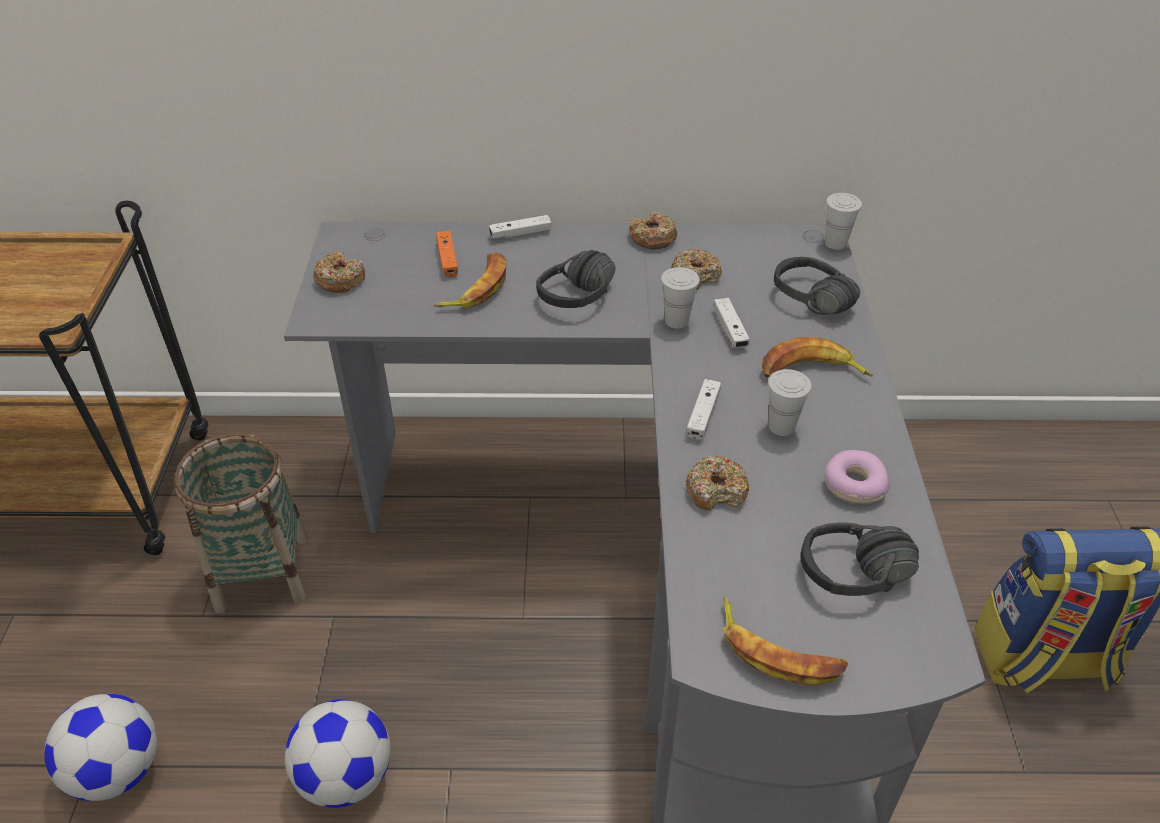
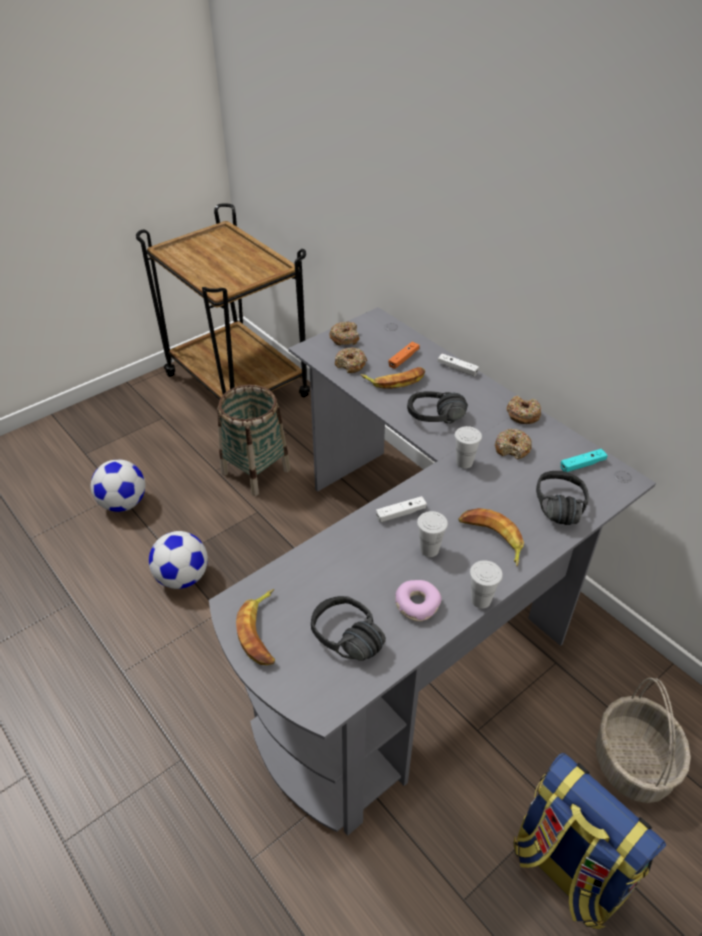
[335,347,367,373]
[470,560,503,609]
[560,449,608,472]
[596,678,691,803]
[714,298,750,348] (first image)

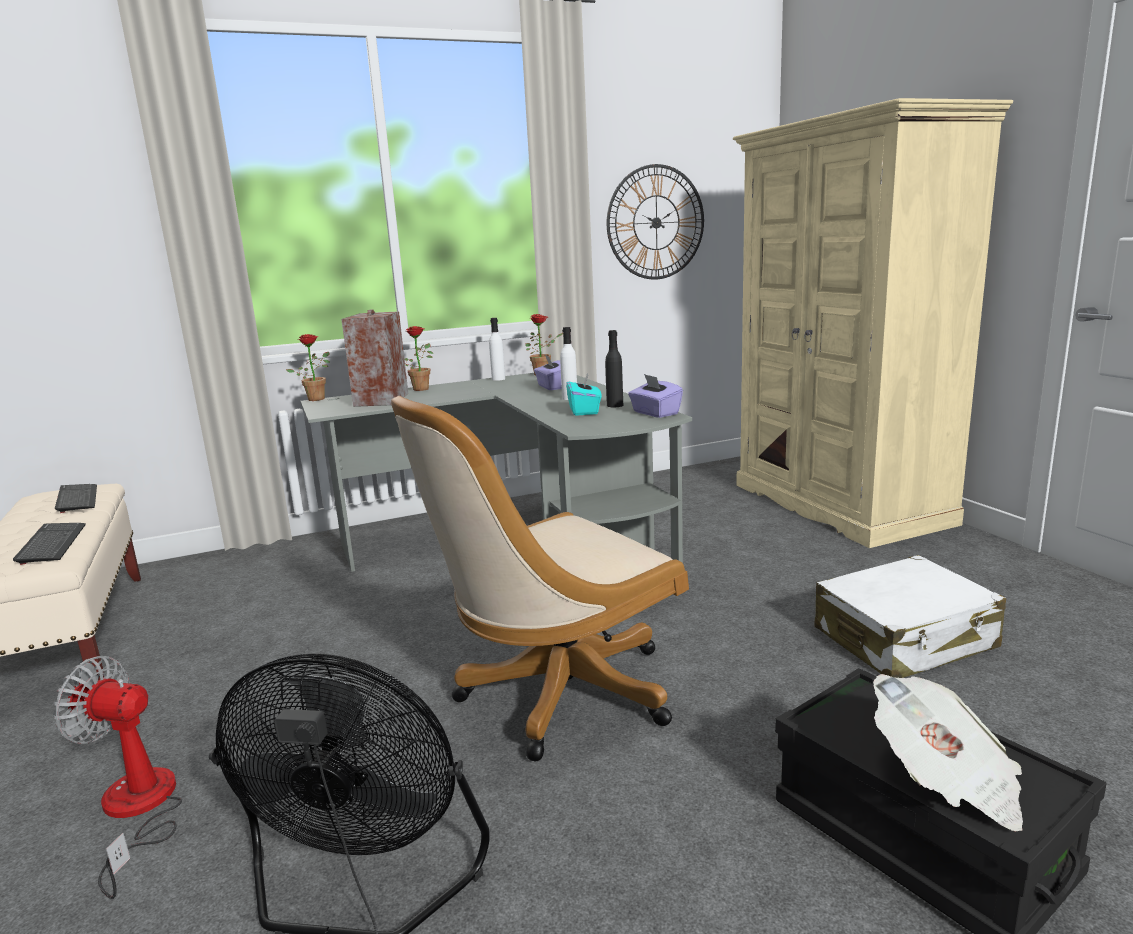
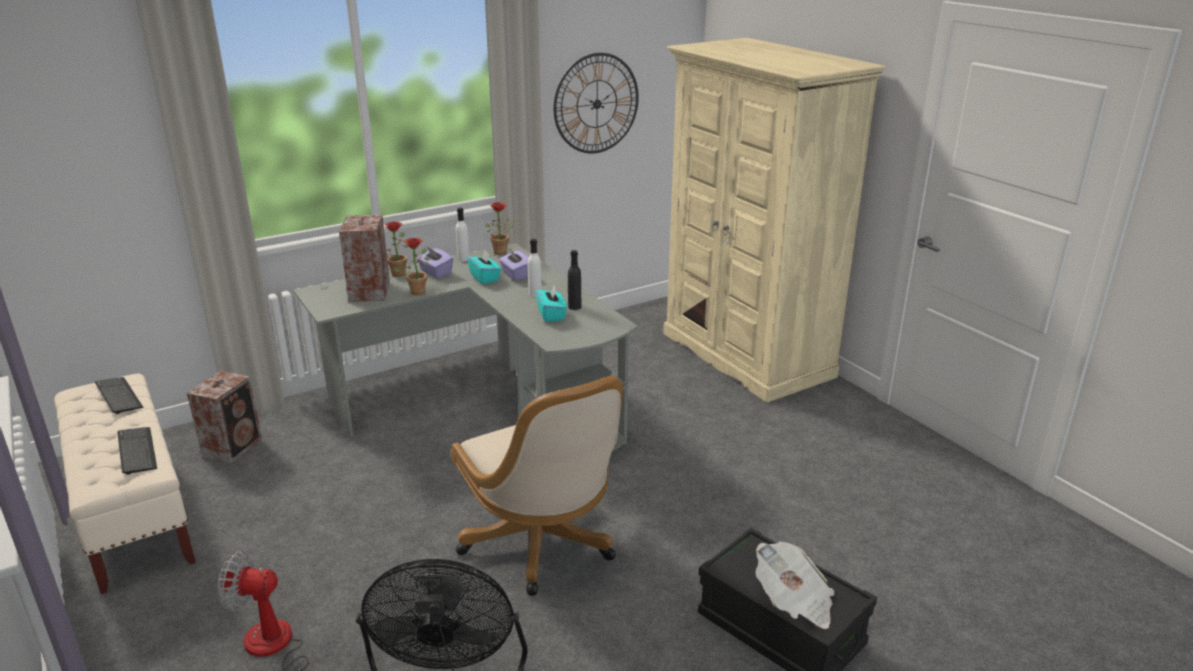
[187,370,262,463]
[394,238,430,295]
[417,247,453,278]
[451,376,623,596]
[467,250,501,284]
[814,555,1006,678] (first image)

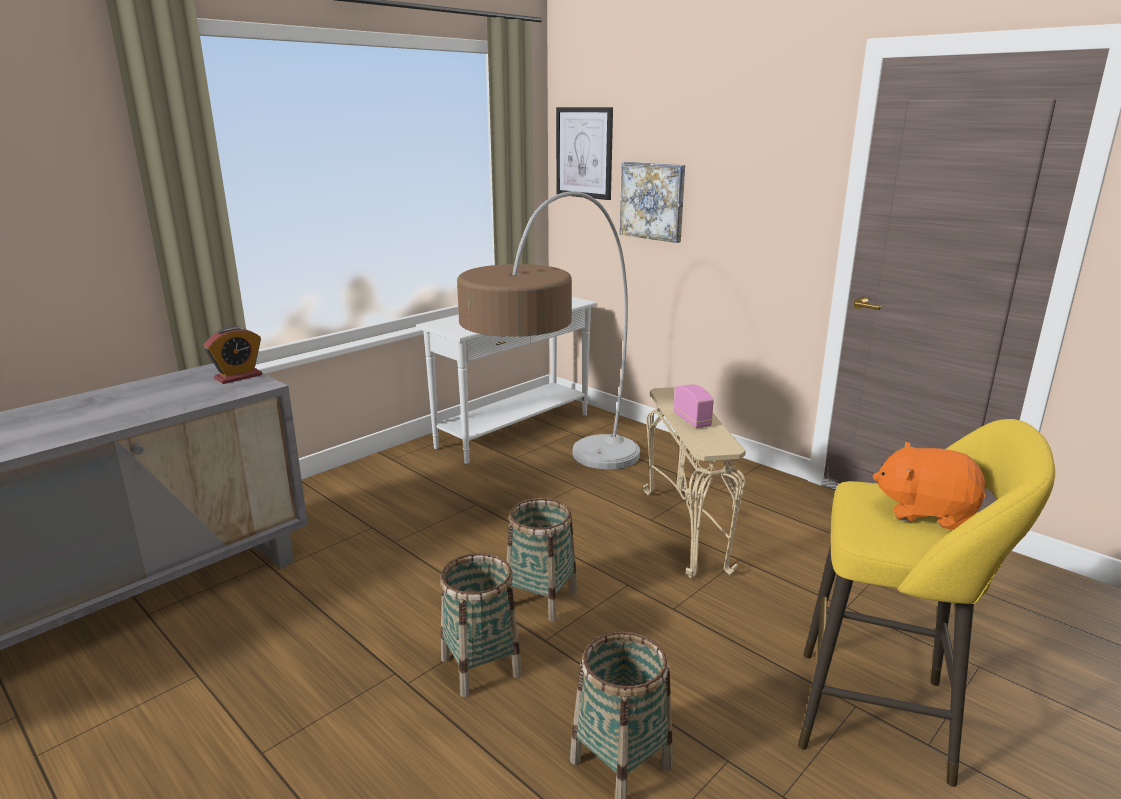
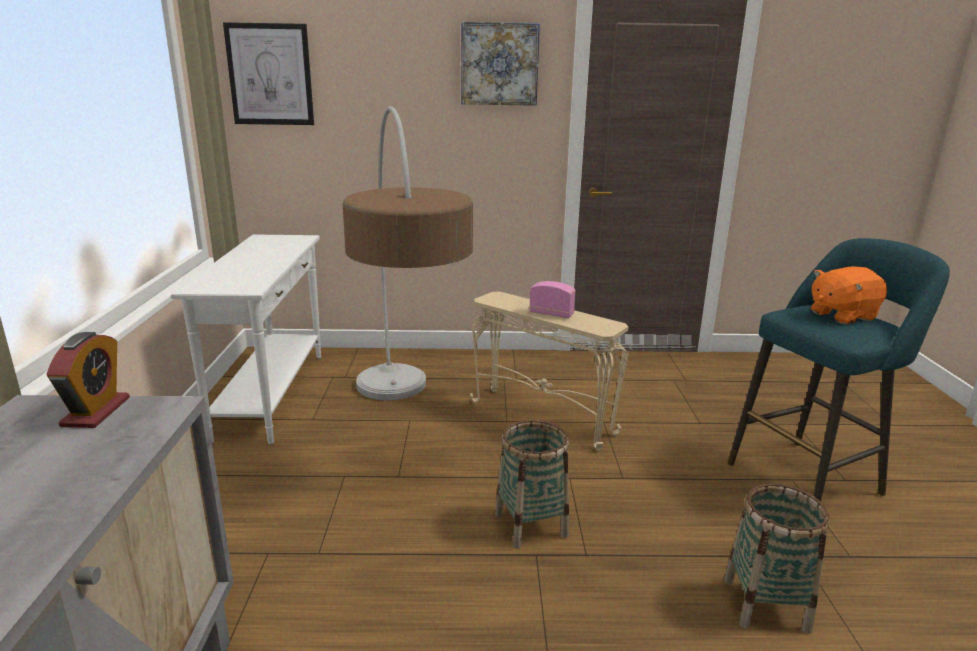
[461,22,540,106]
[728,238,950,501]
[440,553,522,697] (first image)

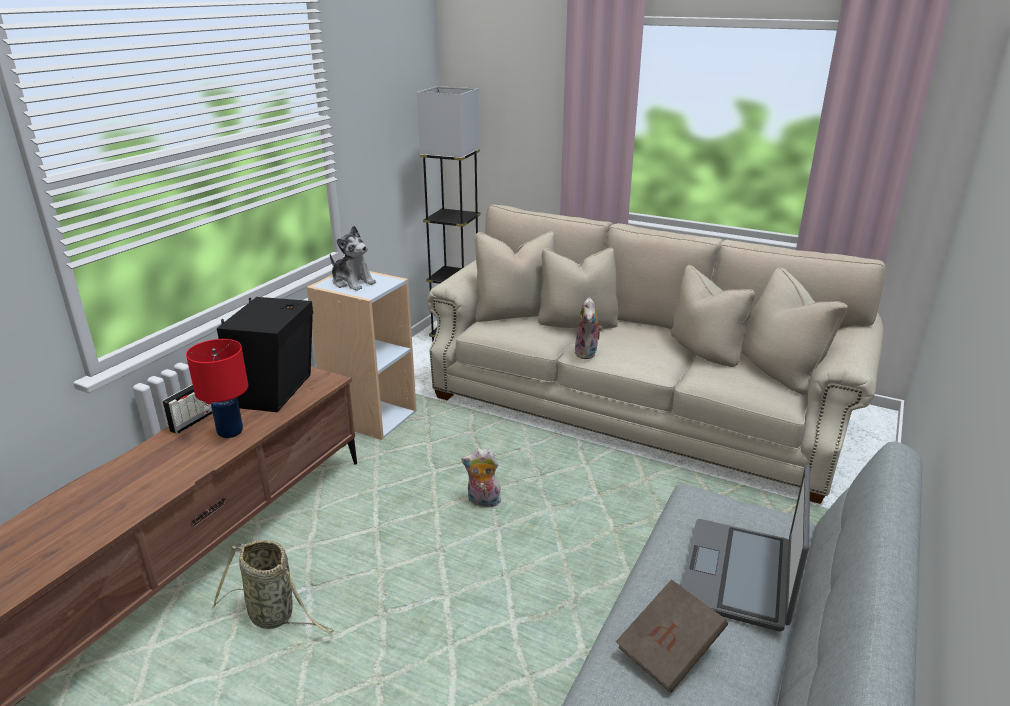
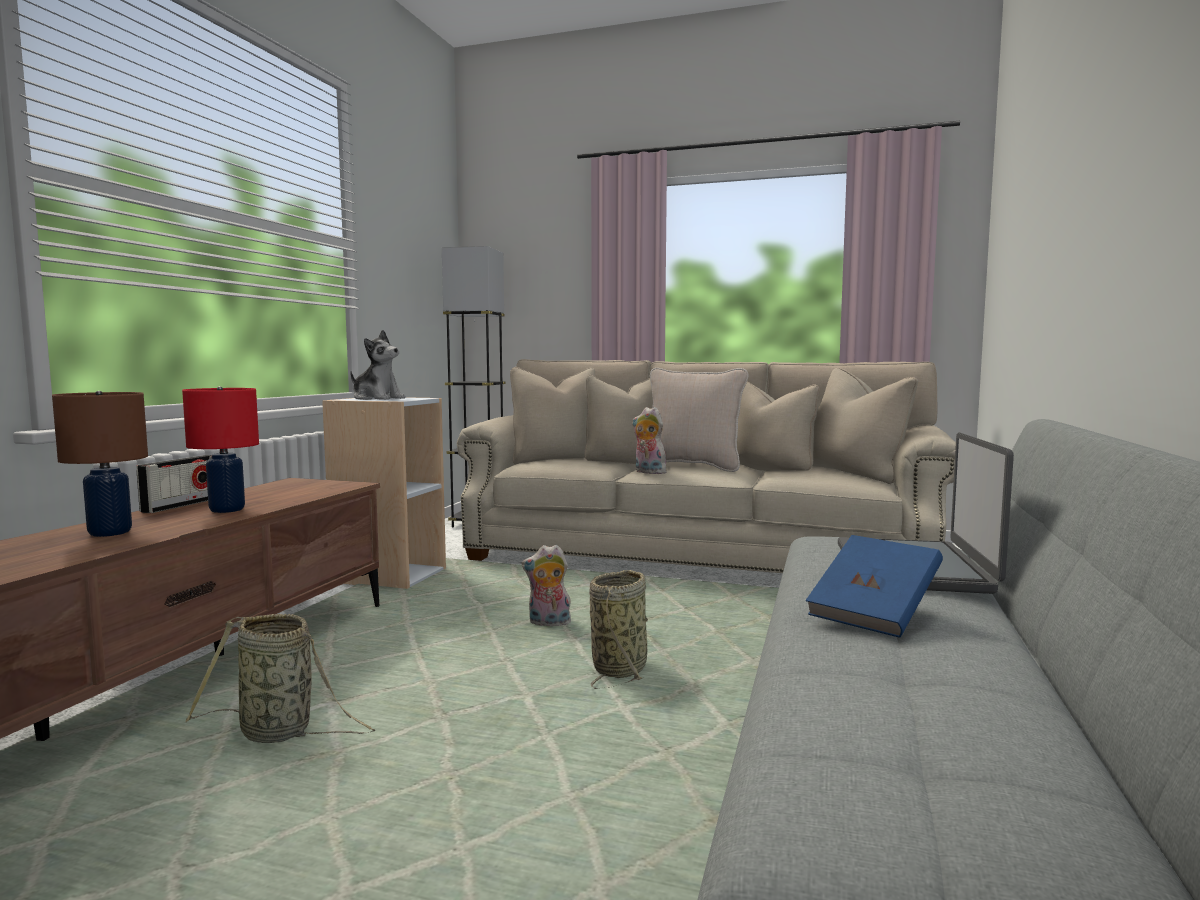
[52,391,148,537]
[589,570,648,689]
[632,407,667,474]
[650,368,749,472]
[806,535,943,638]
[217,297,313,412] (first image)

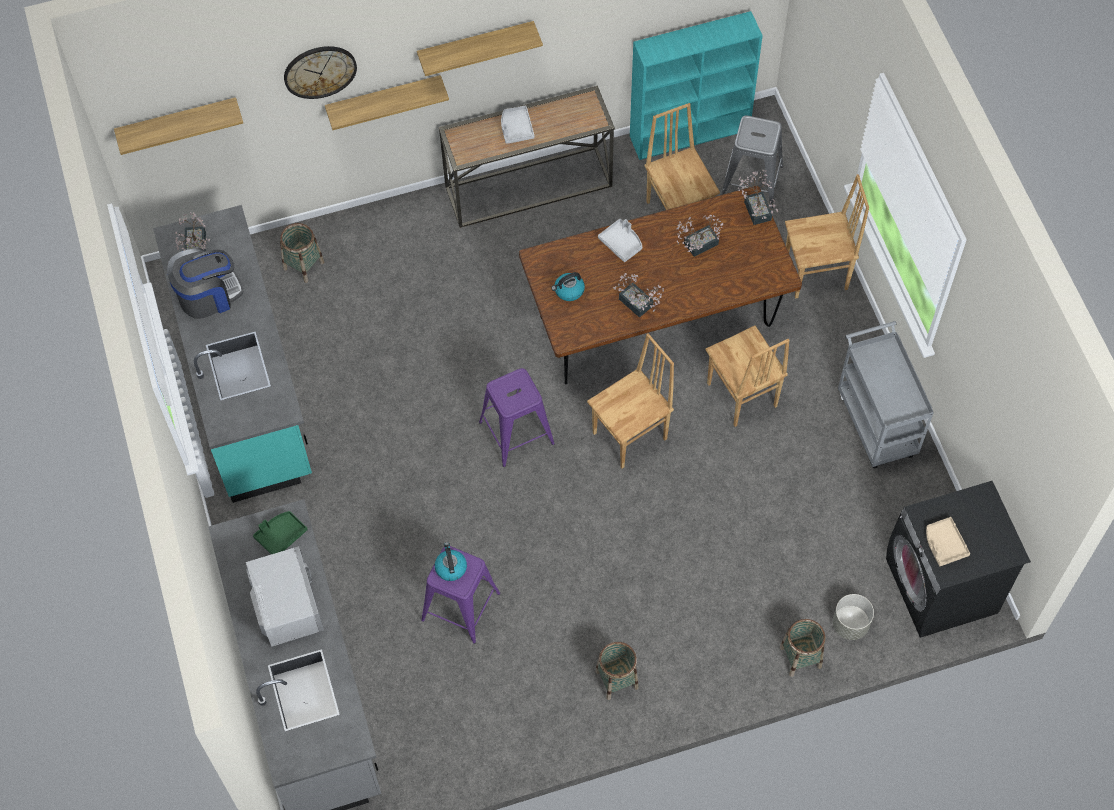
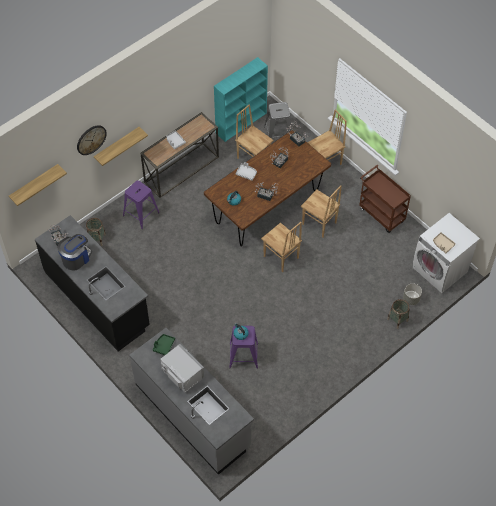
[35,215,150,351]
[123,181,160,229]
[261,222,302,272]
[359,165,411,233]
[412,213,480,293]
[417,21,543,76] (first image)
[595,642,639,700] (first image)

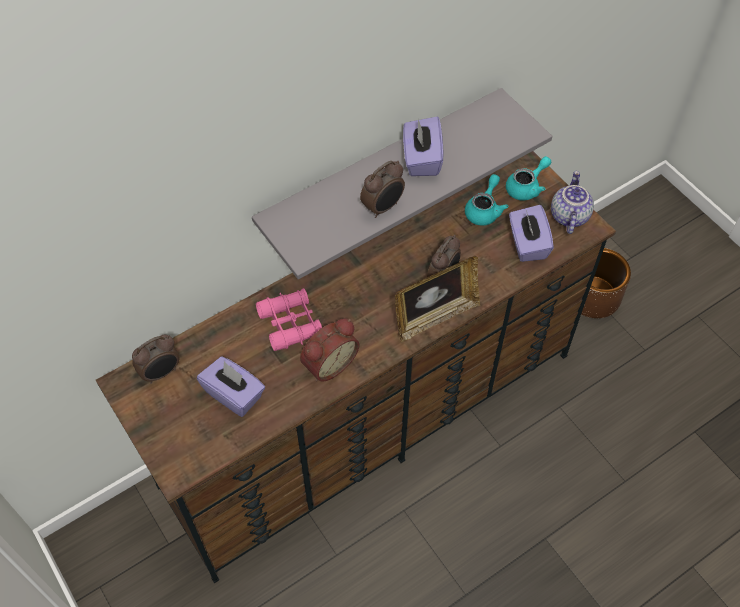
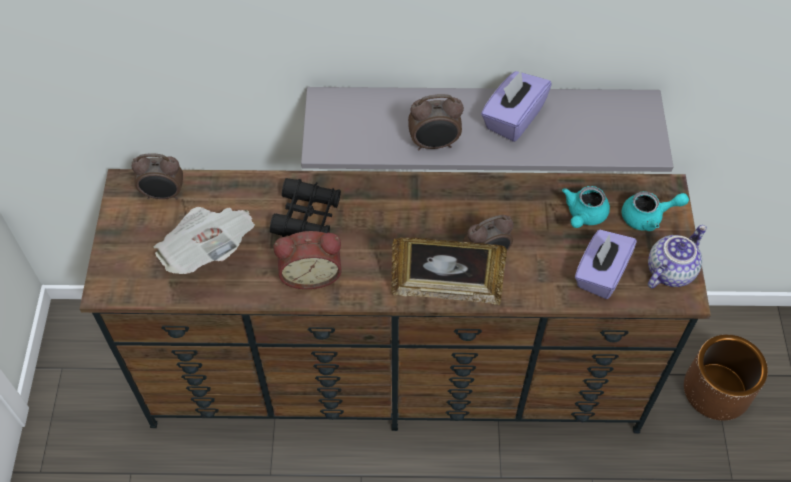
[153,207,255,274]
[270,178,341,237]
[562,186,610,228]

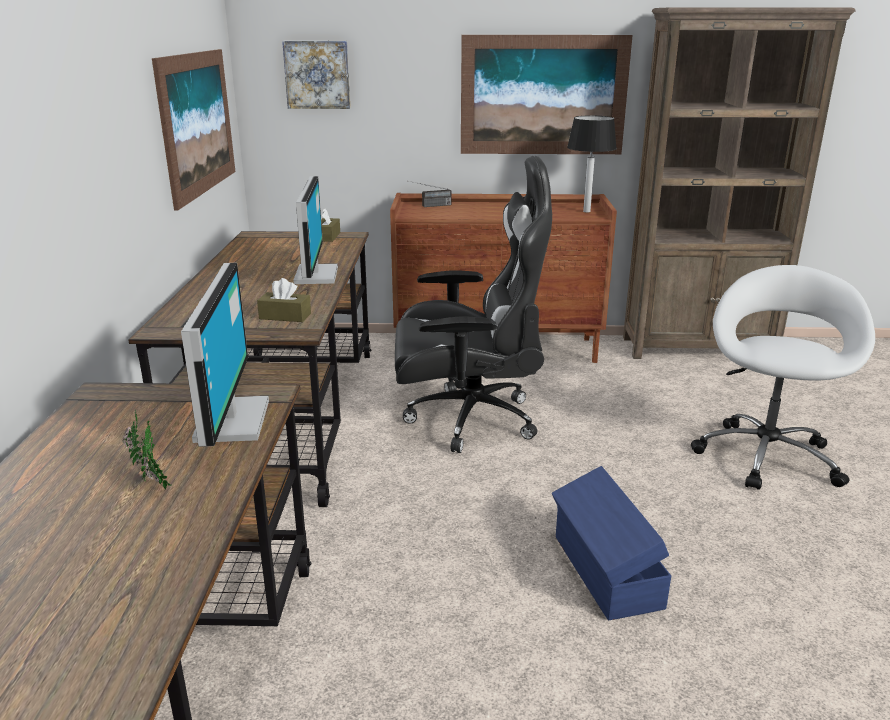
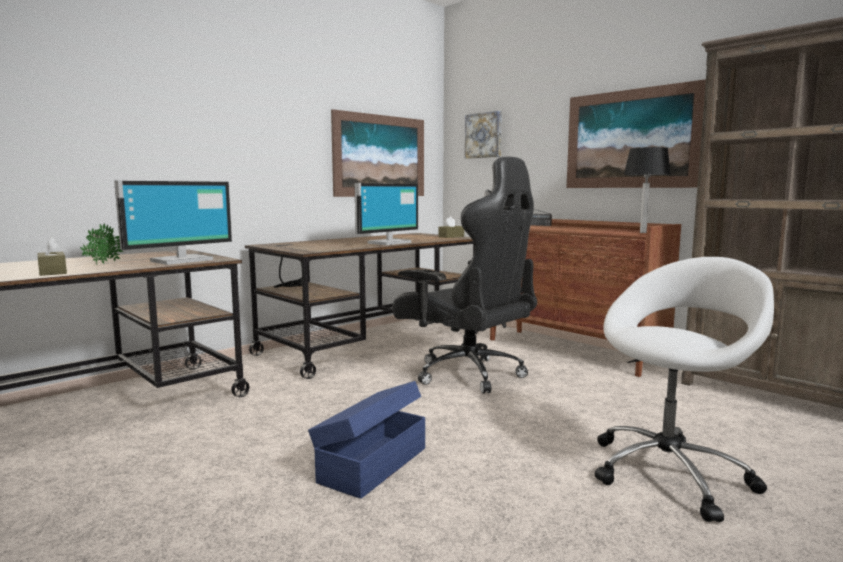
[37,237,67,276]

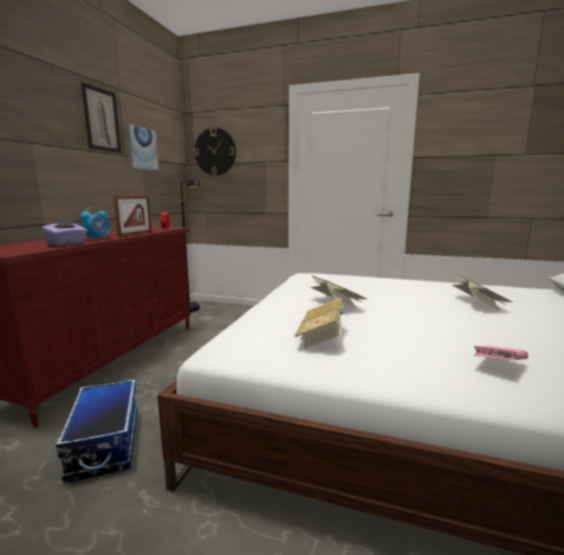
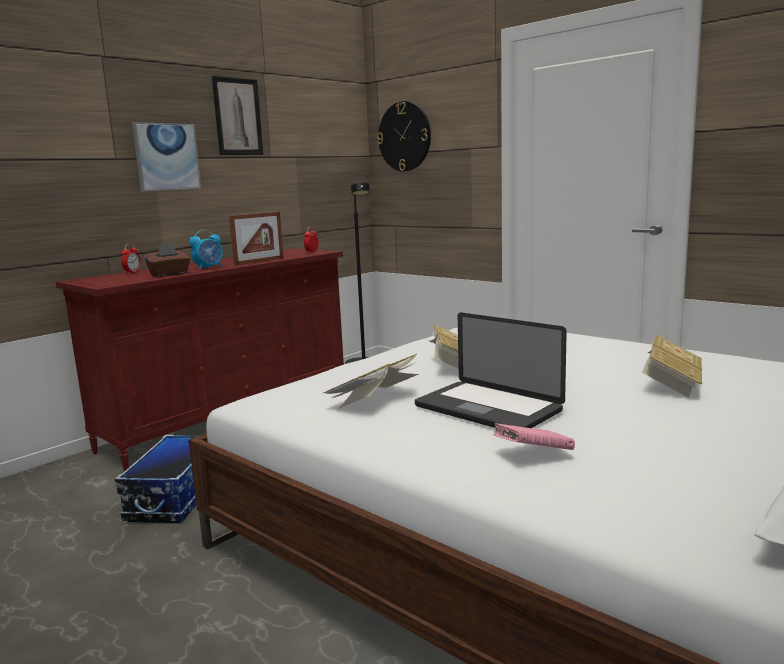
[121,244,141,274]
[132,122,201,192]
[144,244,190,277]
[415,313,567,428]

